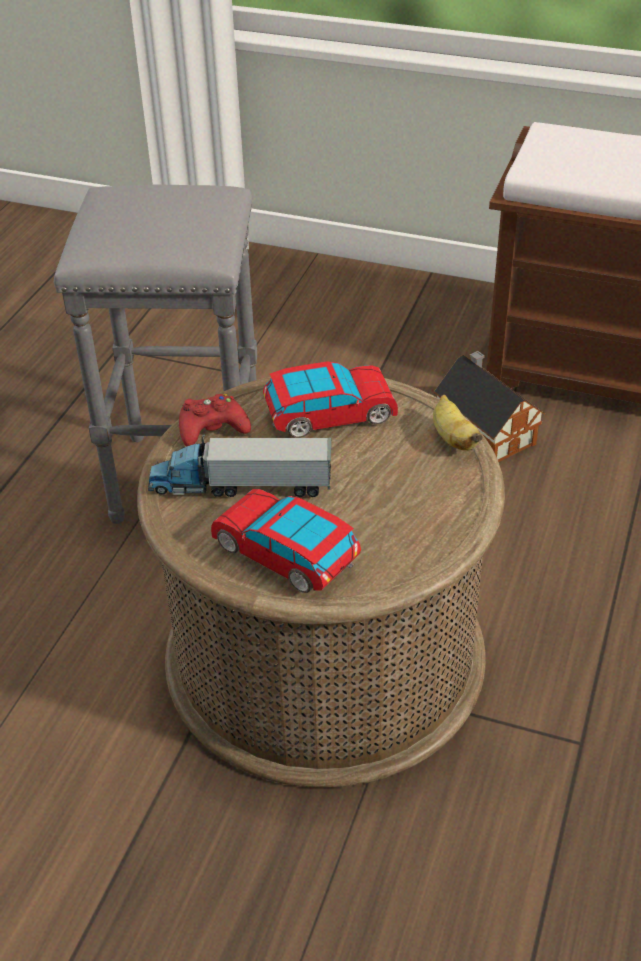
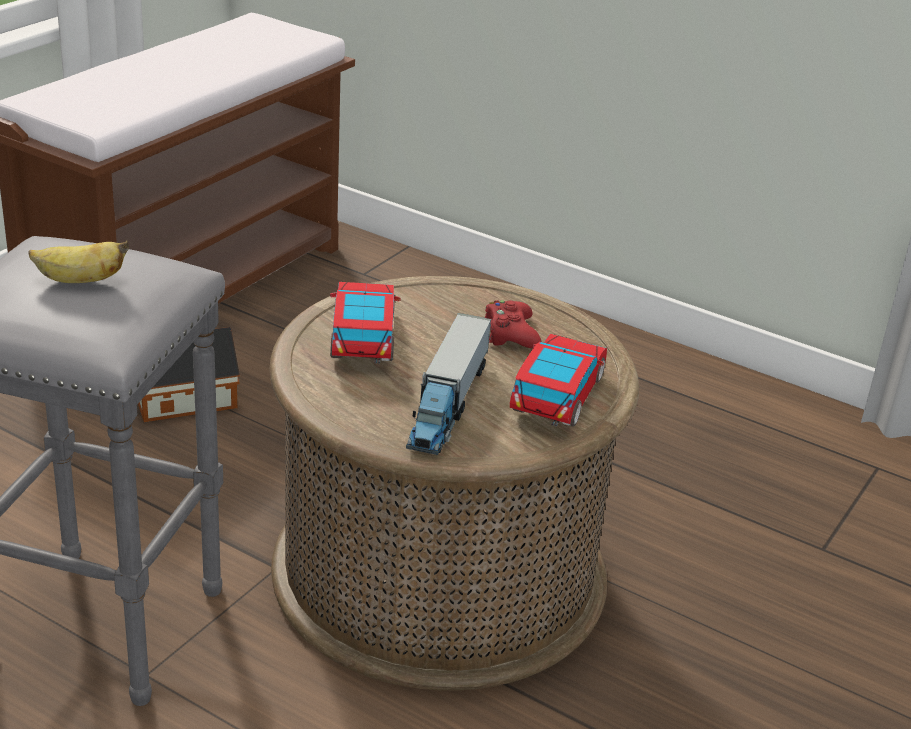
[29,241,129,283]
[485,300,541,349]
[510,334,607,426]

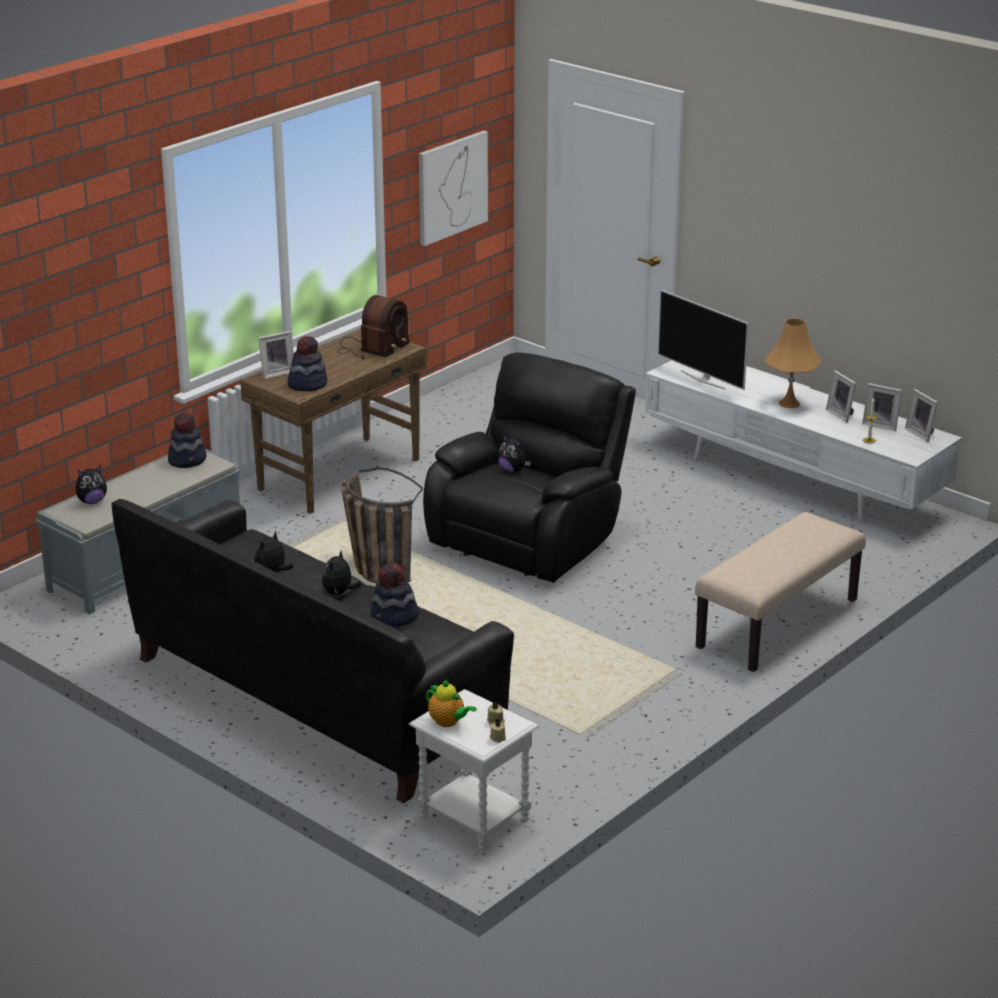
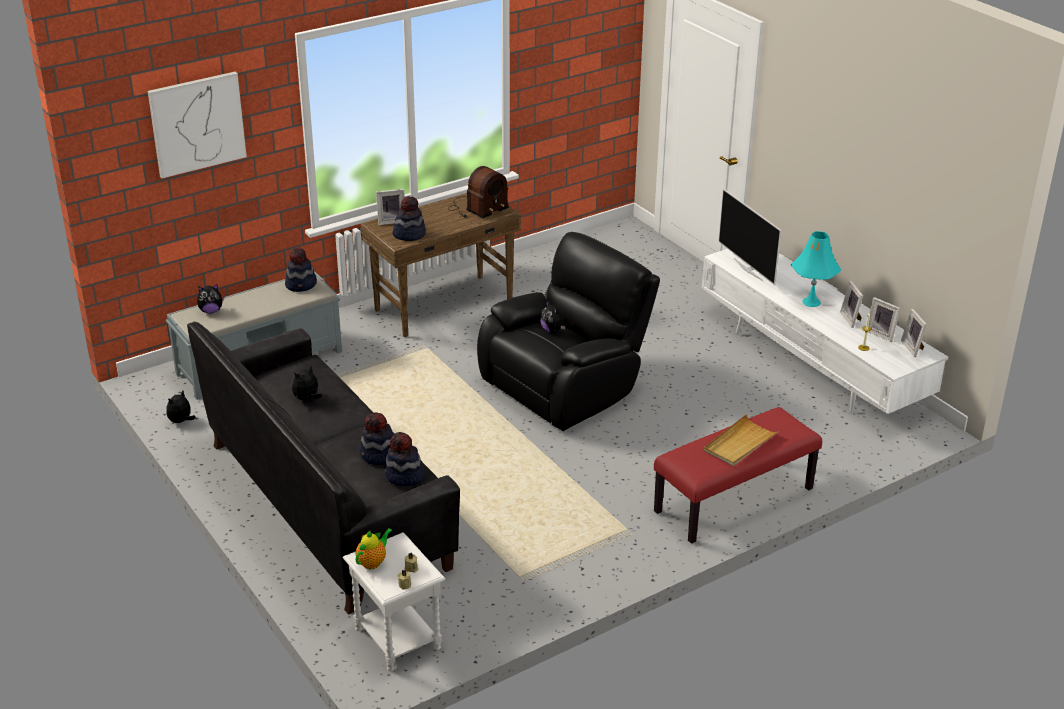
[148,72,247,178]
[167,391,196,423]
[356,528,392,569]
[385,432,424,486]
[654,407,822,544]
[704,414,780,466]
[791,231,841,307]
[341,467,423,584] (first image)

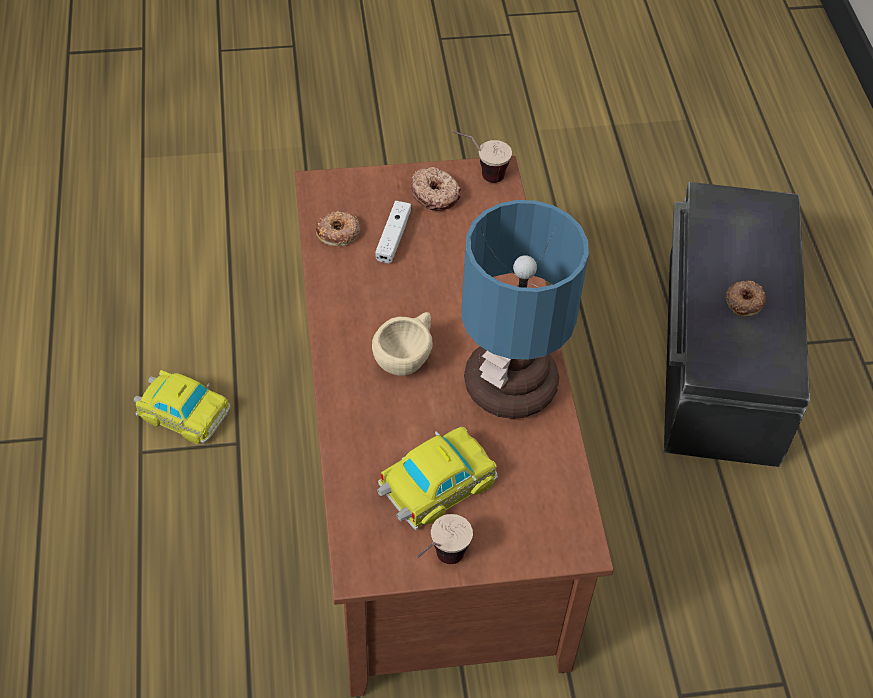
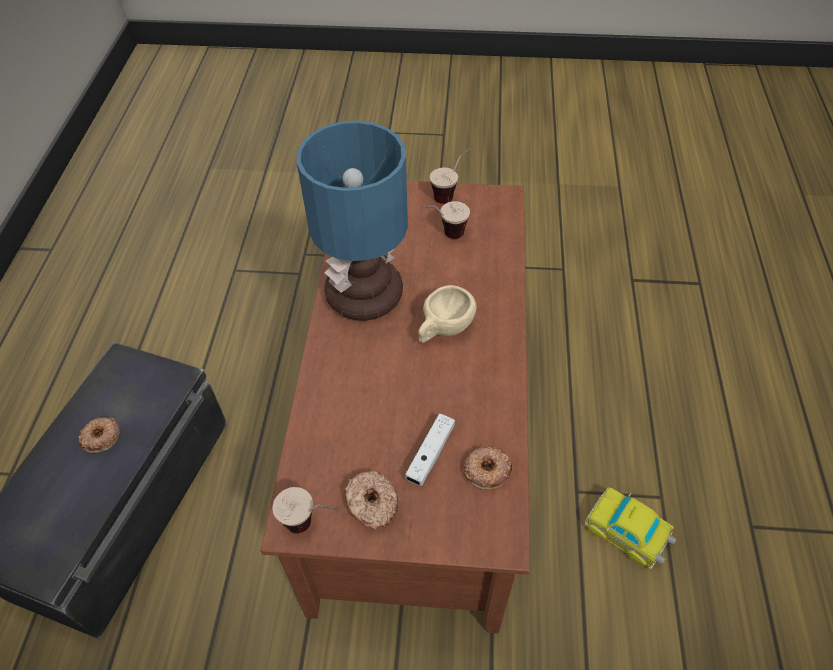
[419,201,470,239]

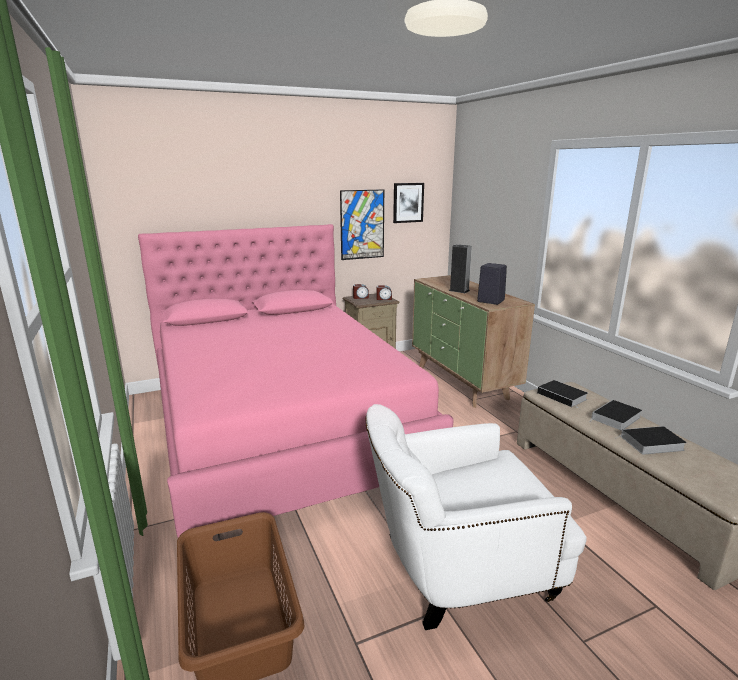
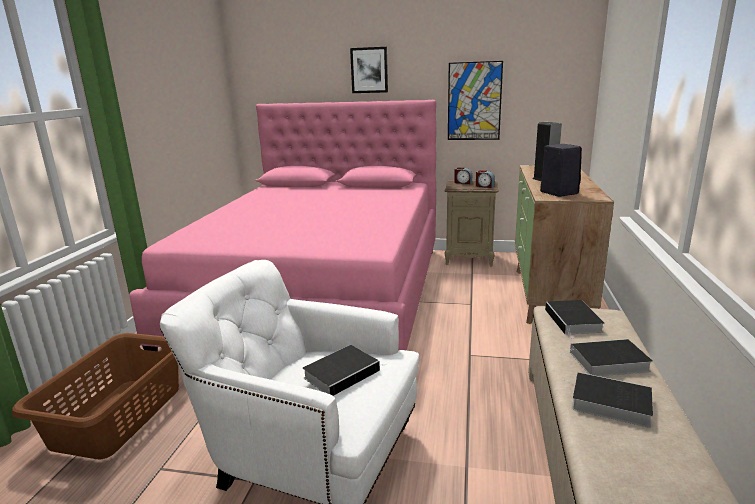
[303,345,384,396]
[350,47,388,93]

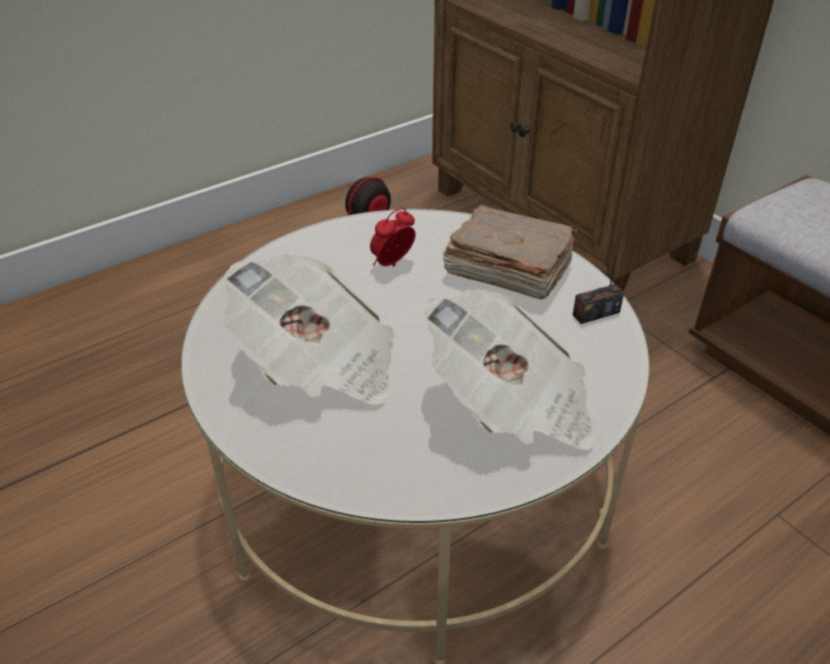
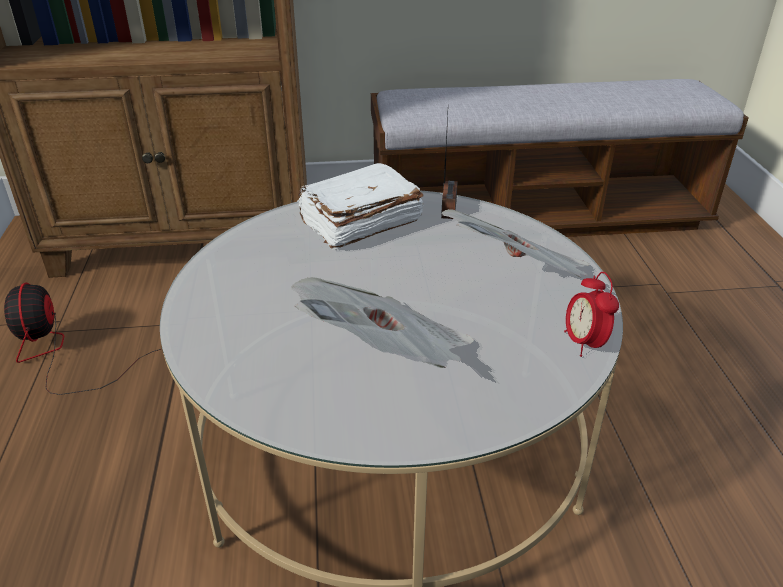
[297,163,424,250]
[564,272,619,357]

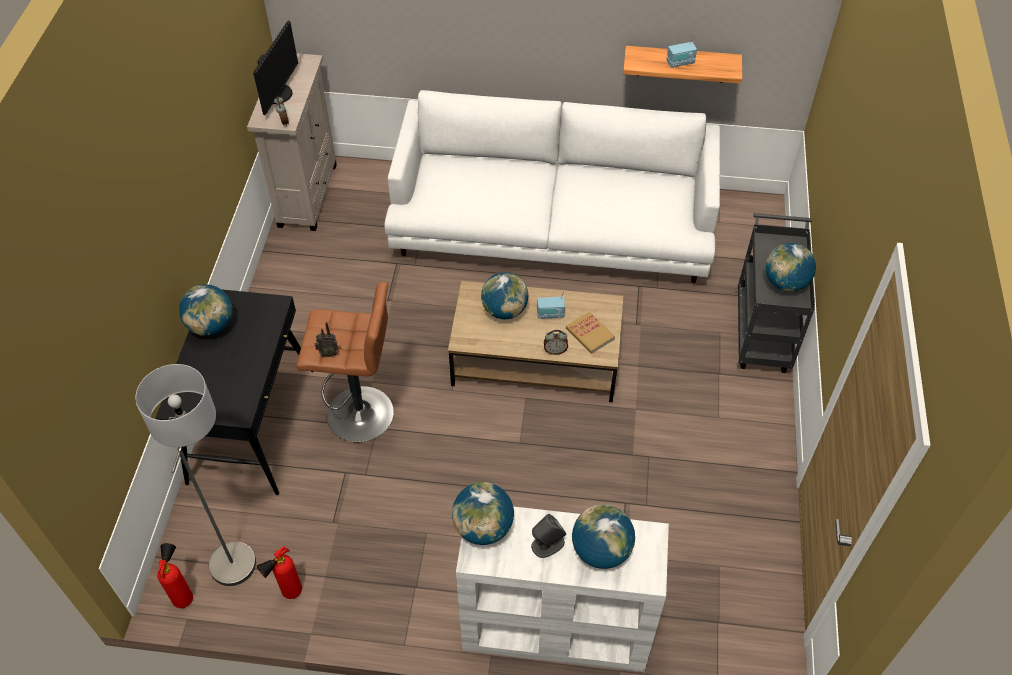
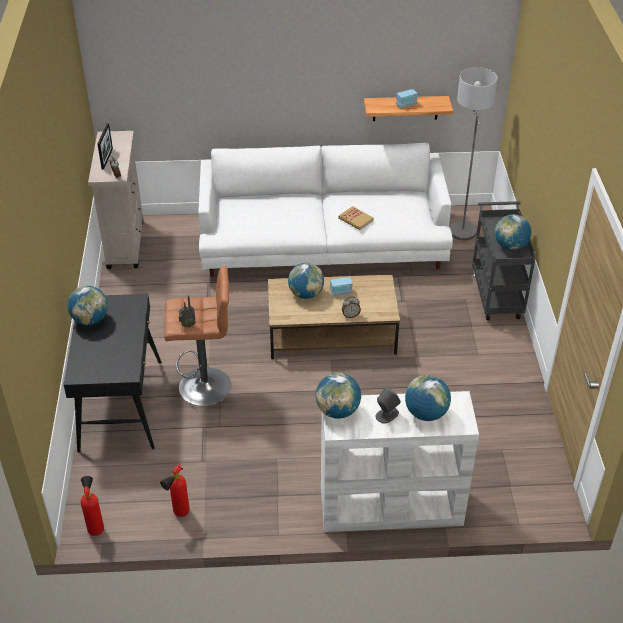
[97,123,113,169]
[338,206,374,230]
[449,67,498,241]

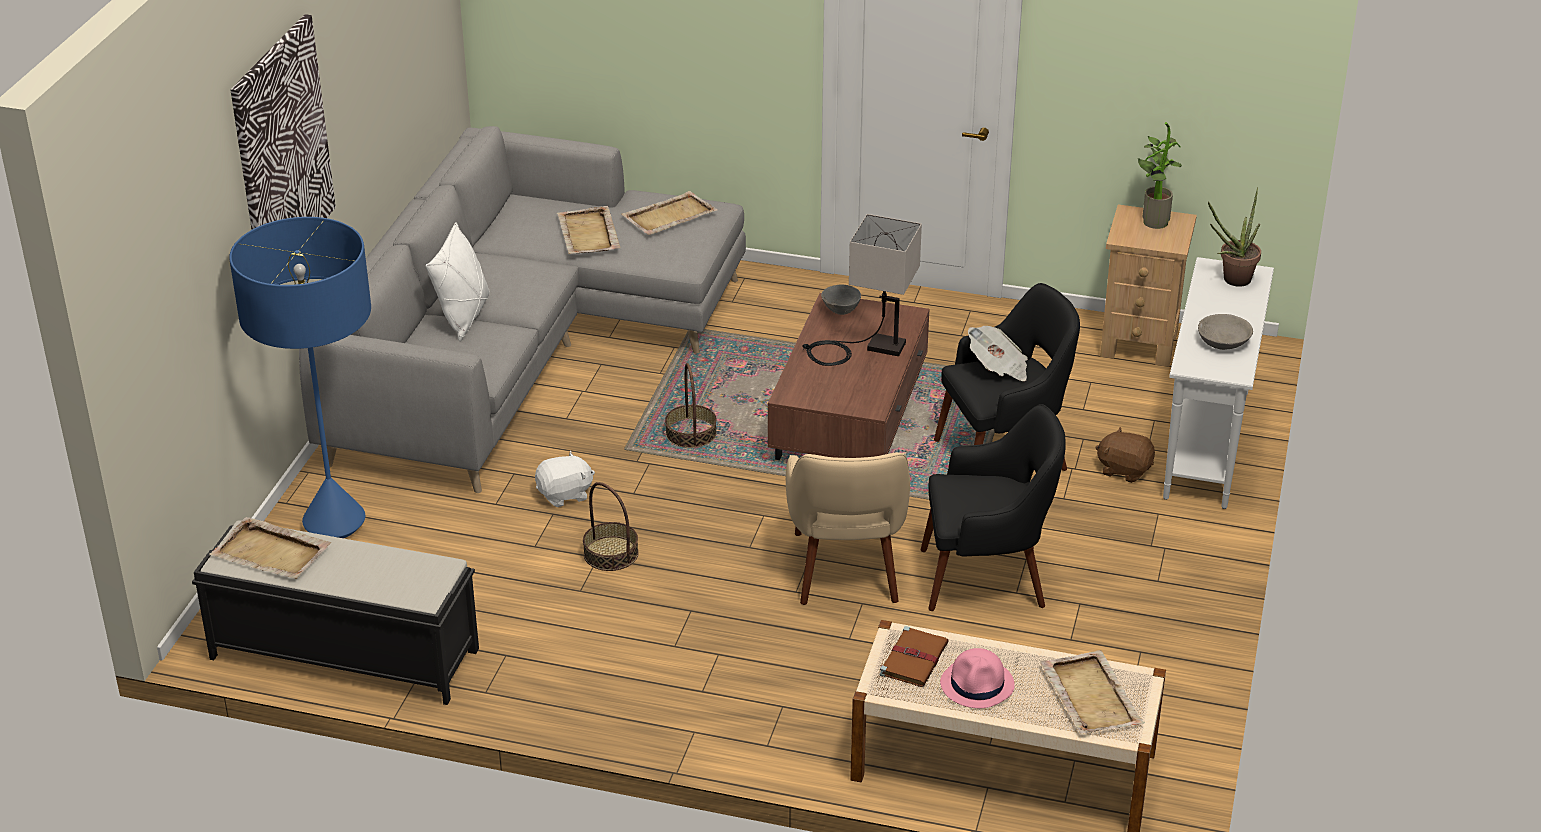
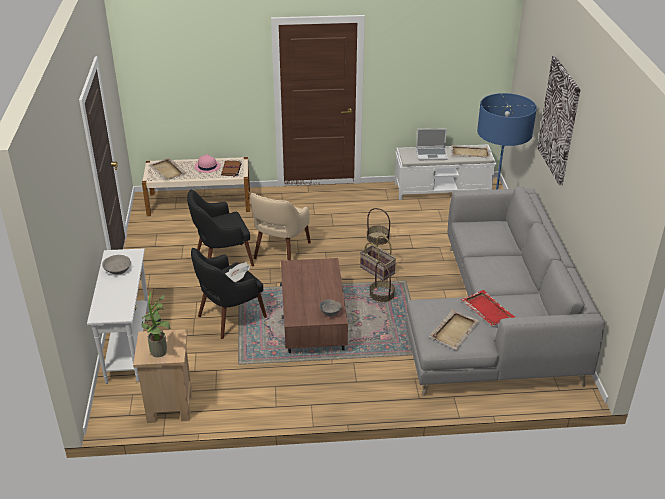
[250,193,311,260]
[360,235,396,281]
[395,144,496,200]
[416,129,448,160]
[461,290,516,326]
[425,222,490,341] (first image)
[535,451,595,507] (first image)
[802,214,922,366] (first image)
[1095,427,1155,483] (first image)
[1208,187,1261,287] (first image)

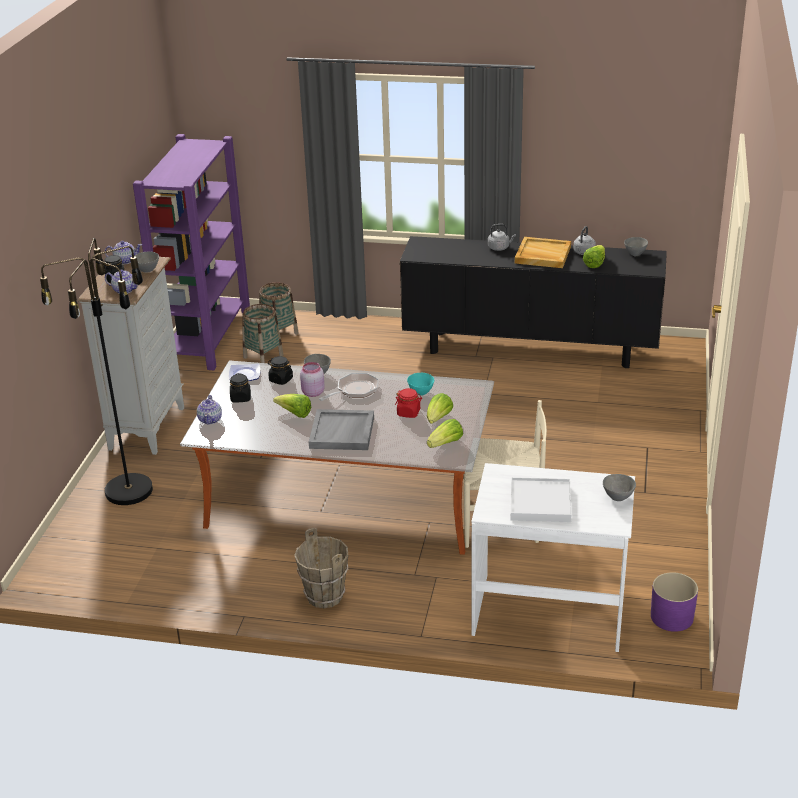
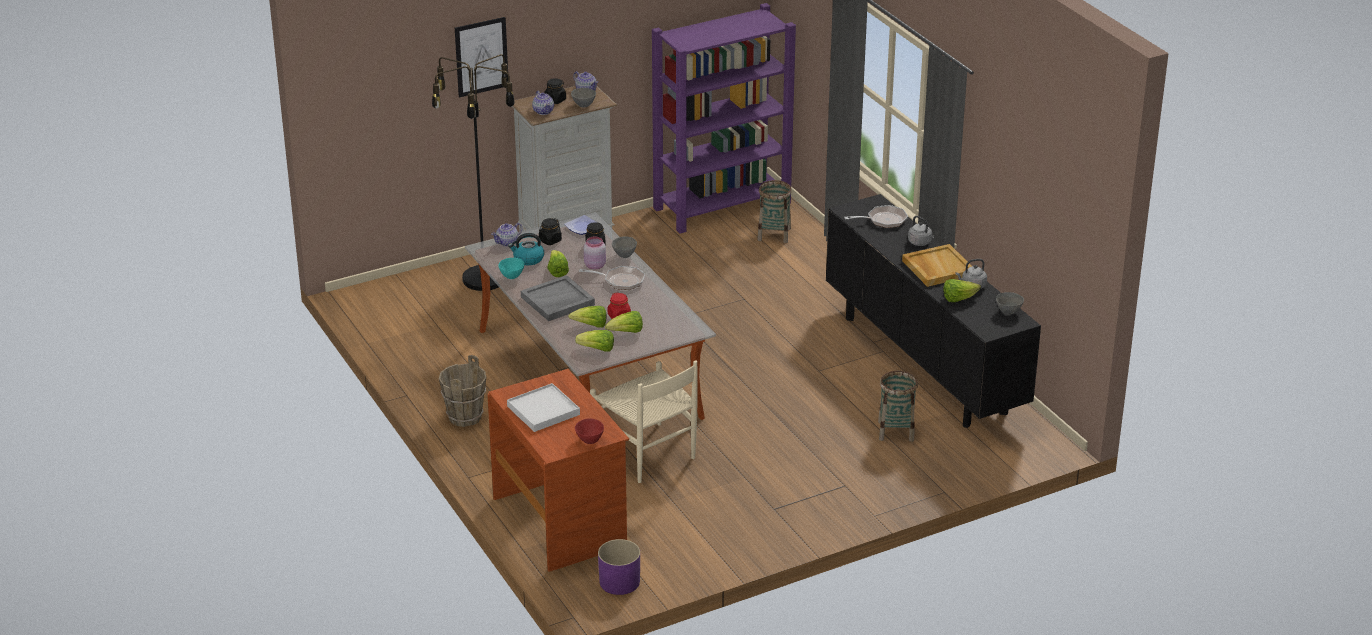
[455,17,508,98]
[487,369,629,572]
[498,258,525,279]
[508,233,544,265]
[568,306,606,328]
[575,418,604,444]
[844,205,908,228]
[878,371,918,442]

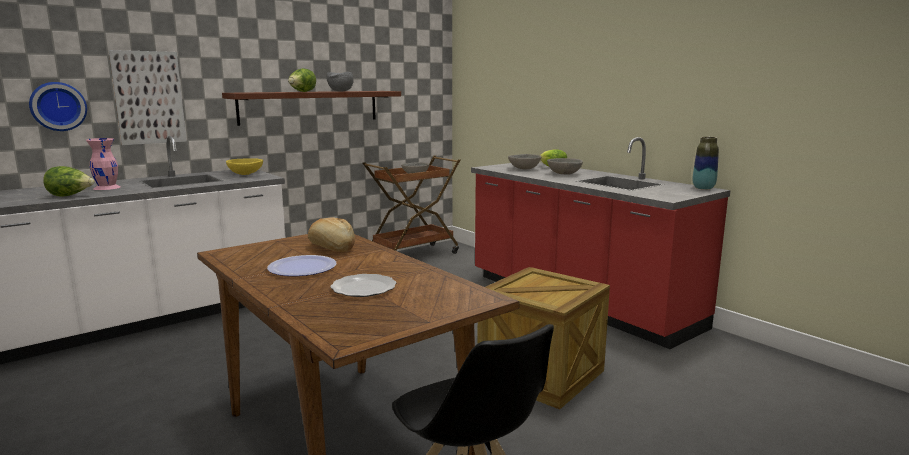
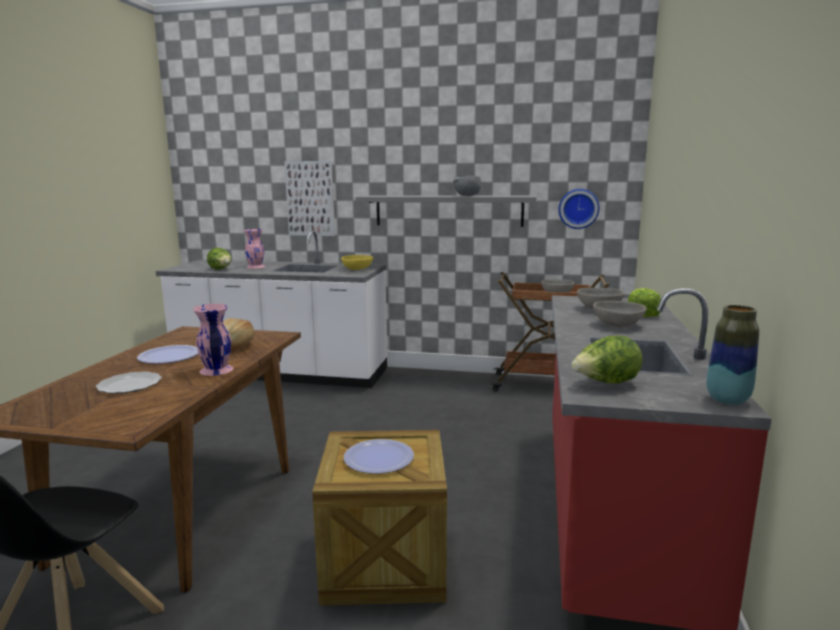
[193,304,233,376]
[344,439,414,474]
[355,195,536,227]
[558,189,600,229]
[571,336,643,384]

